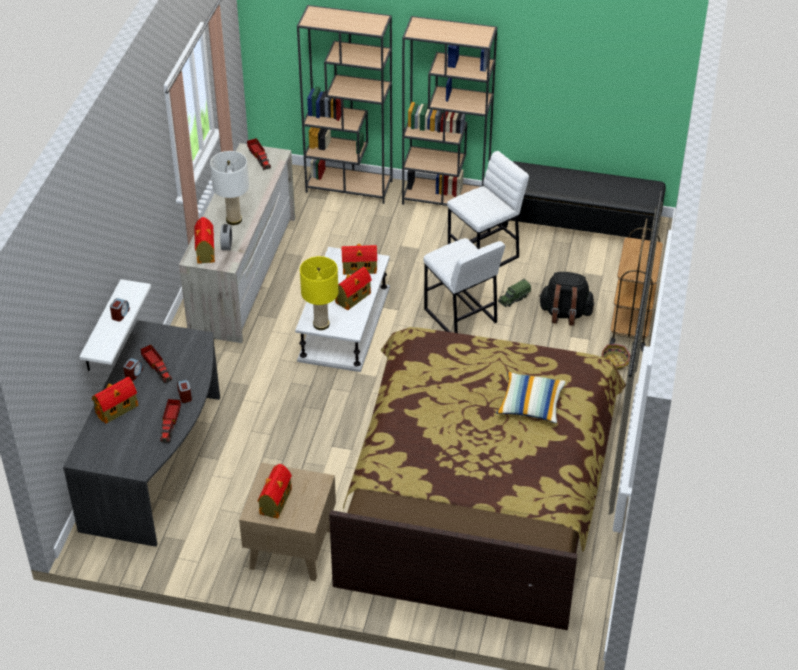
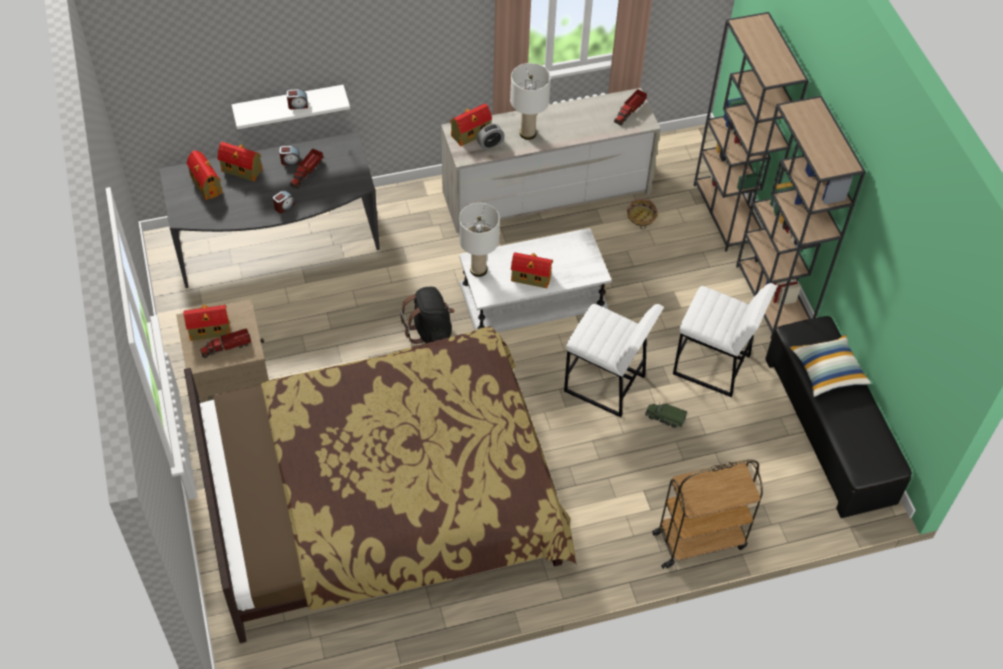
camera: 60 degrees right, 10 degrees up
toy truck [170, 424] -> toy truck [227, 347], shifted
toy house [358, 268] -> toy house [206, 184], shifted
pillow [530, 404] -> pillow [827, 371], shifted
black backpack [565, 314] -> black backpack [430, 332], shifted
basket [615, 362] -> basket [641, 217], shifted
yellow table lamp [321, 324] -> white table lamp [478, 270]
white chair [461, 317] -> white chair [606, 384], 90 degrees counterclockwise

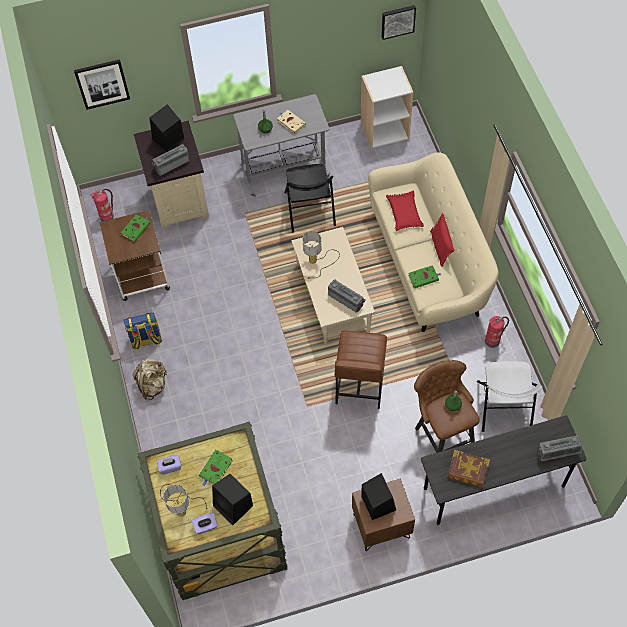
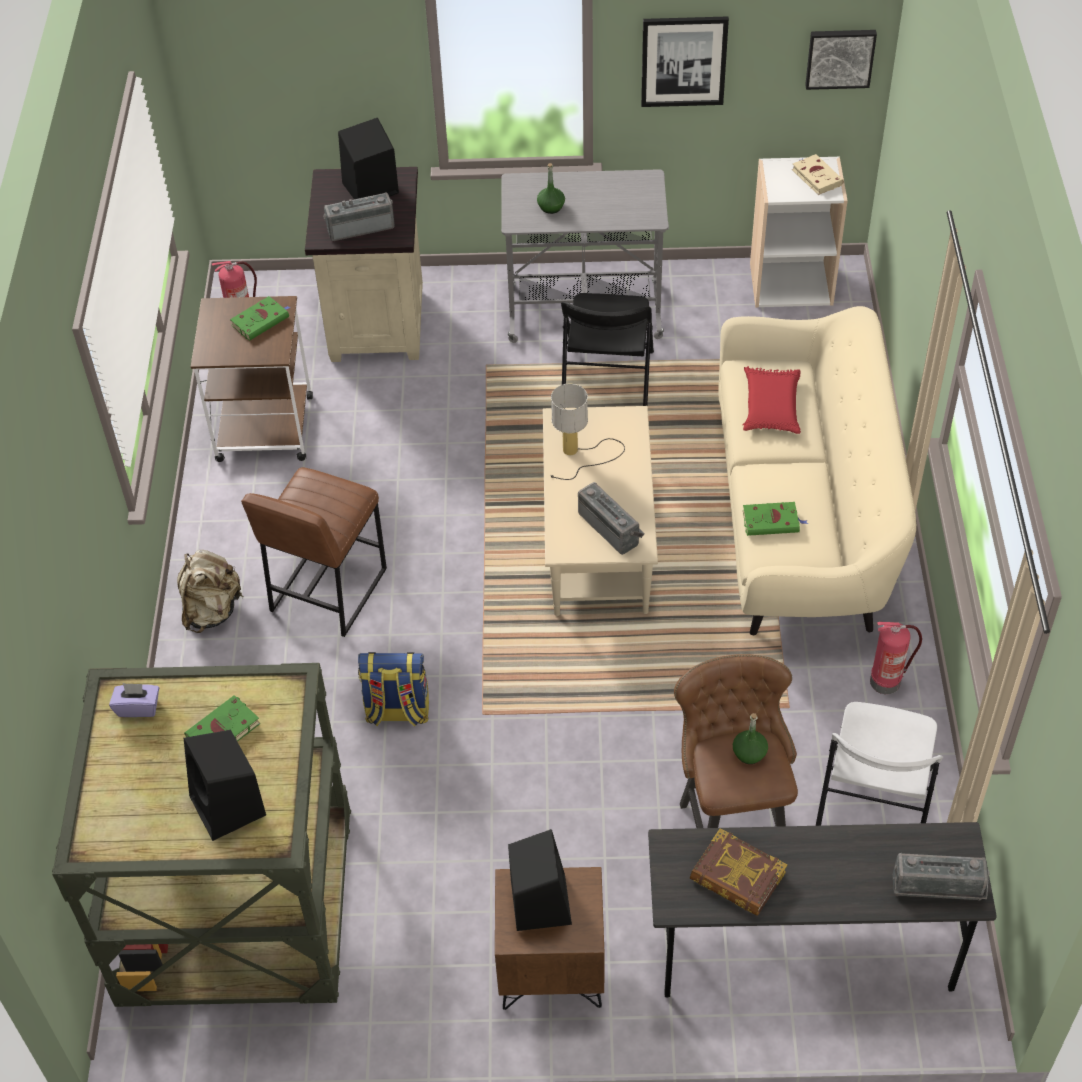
camera: 15 degrees right, 10 degrees down
table lamp [181, 505] -> none
purple tissue box [205, 526] -> none
red pillow [441, 247] -> none
picture [102, 84] -> picture [683, 61], shifted
backpack [146, 340] -> backpack [397, 711], shifted
beige book [290, 122] -> beige book [815, 176], shifted
brown chair [360, 385] -> brown chair [327, 591], shifted

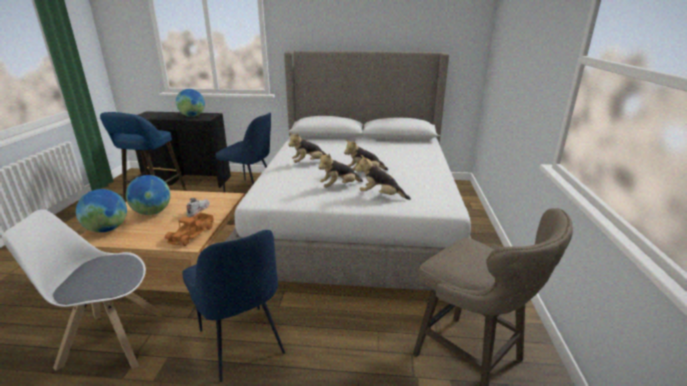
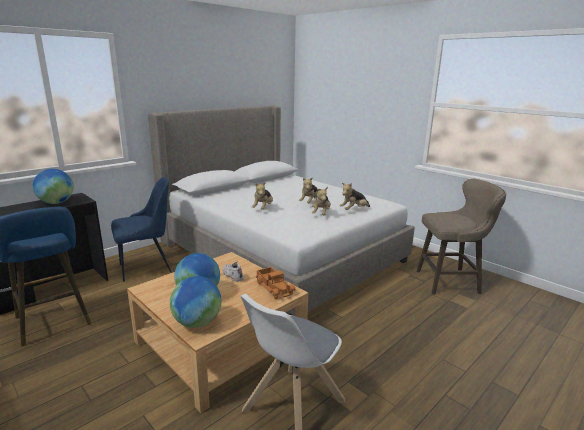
camera: 50 degrees left, 5 degrees down
blue chair [242, 341] -> none

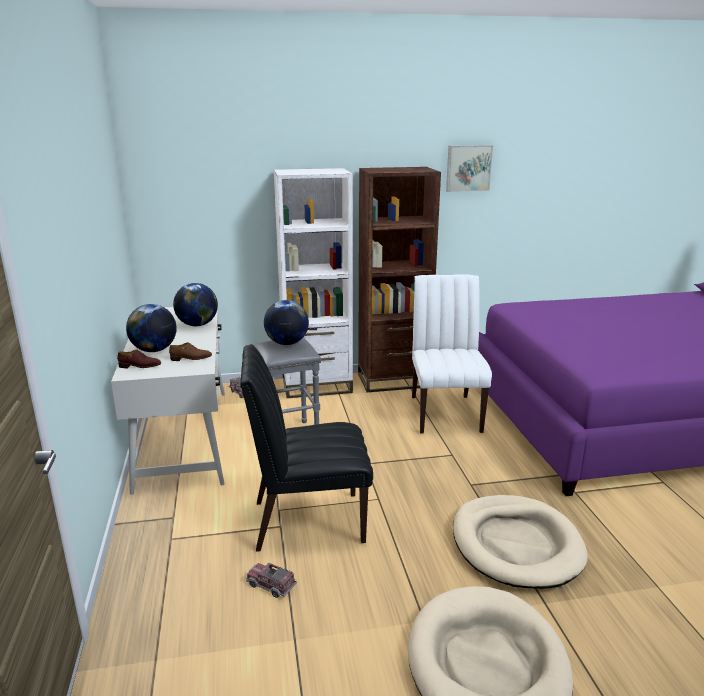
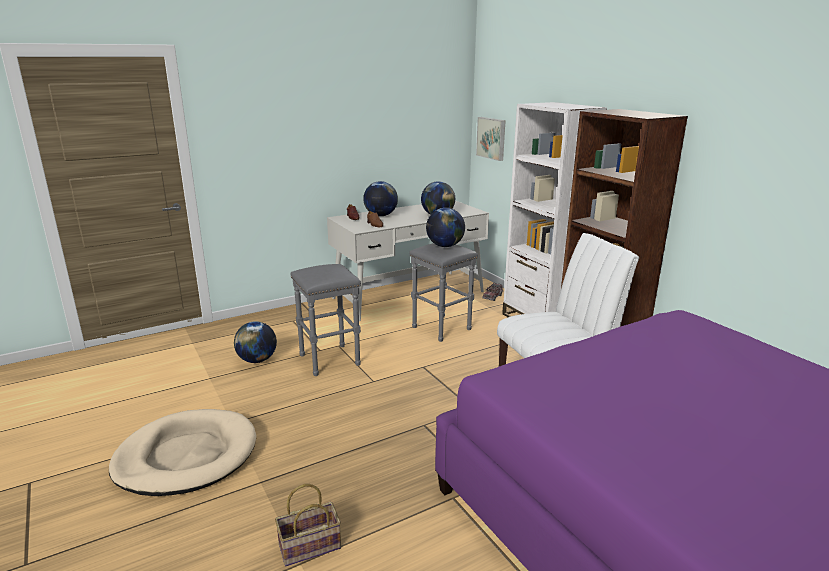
camera: 70 degrees right, 0 degrees up
beige dog bed [516, 545] -> none
none -> basket [308, 548]
picture [468, 168] -> picture [492, 138], shifted
black chair [309, 521] -> grey stool [330, 359]
toy truck [271, 585] -> globe [257, 360]

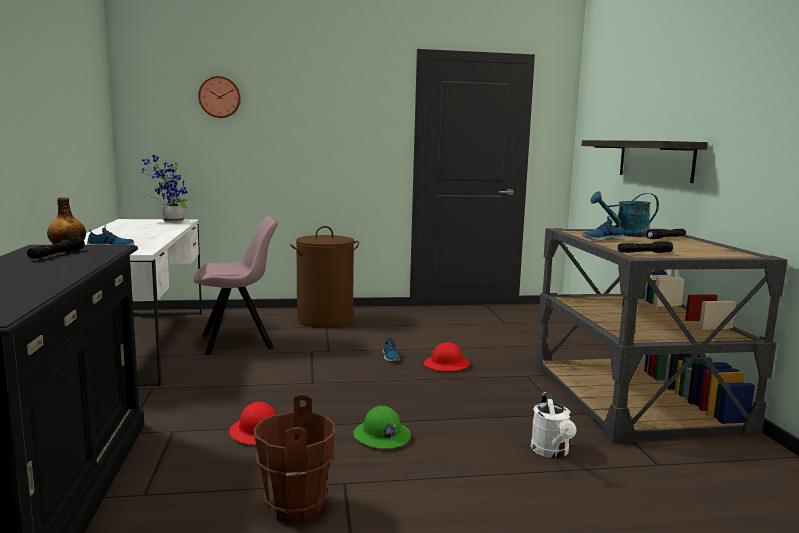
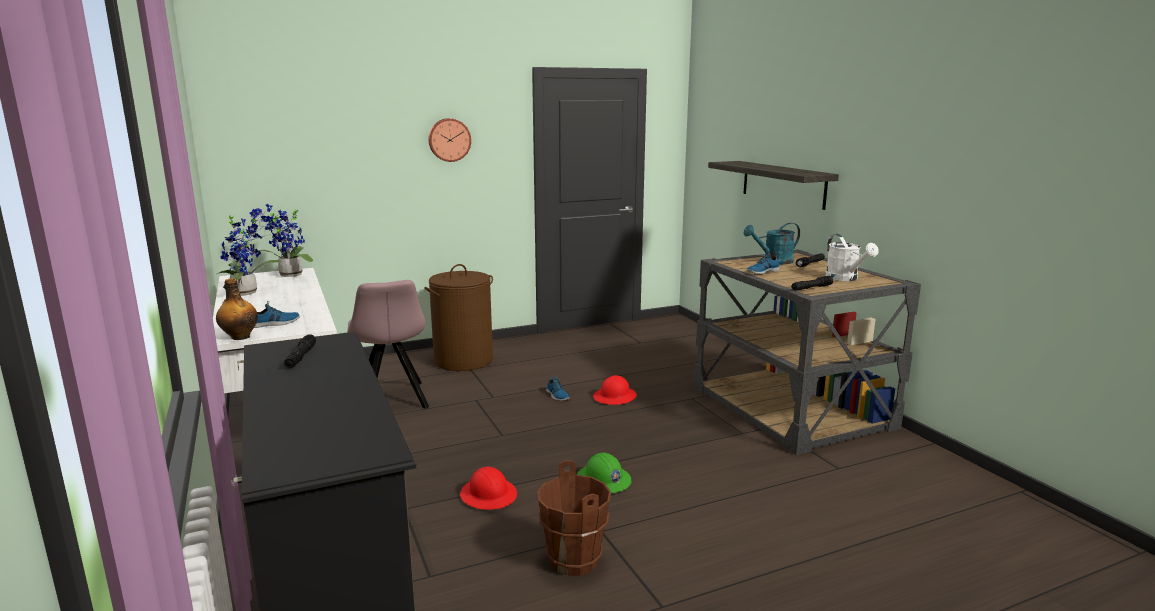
camera: 15 degrees left, 5 degrees up
none -> potted plant [248, 292]
wall clock [220, 97] -> wall clock [449, 140], shifted
white watering can [552, 452] -> white watering can [845, 278], shifted
pink chair [238, 342] -> pink chair [392, 399], 105 degrees clockwise

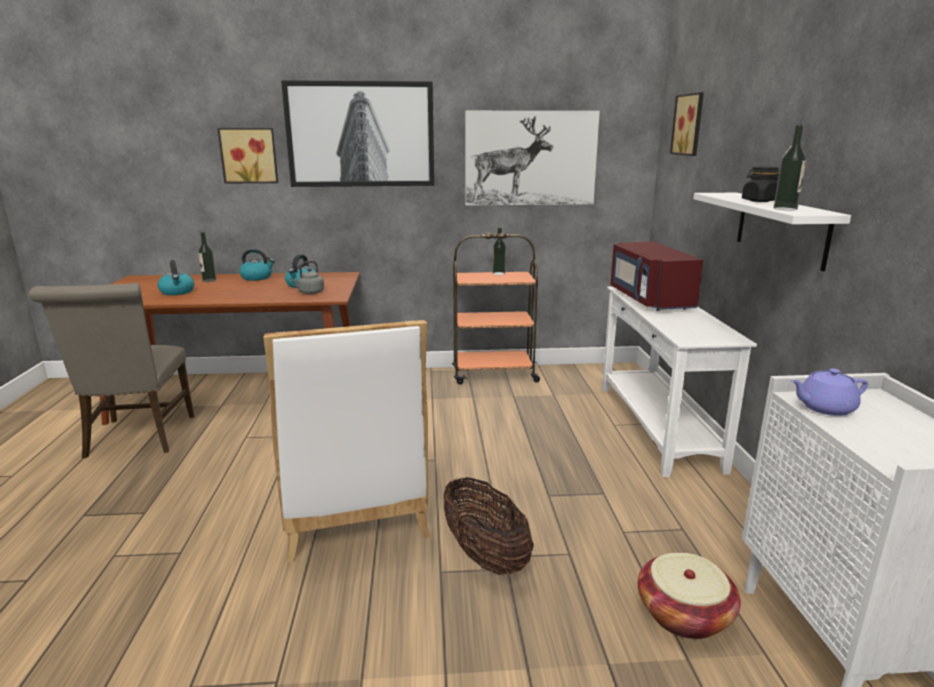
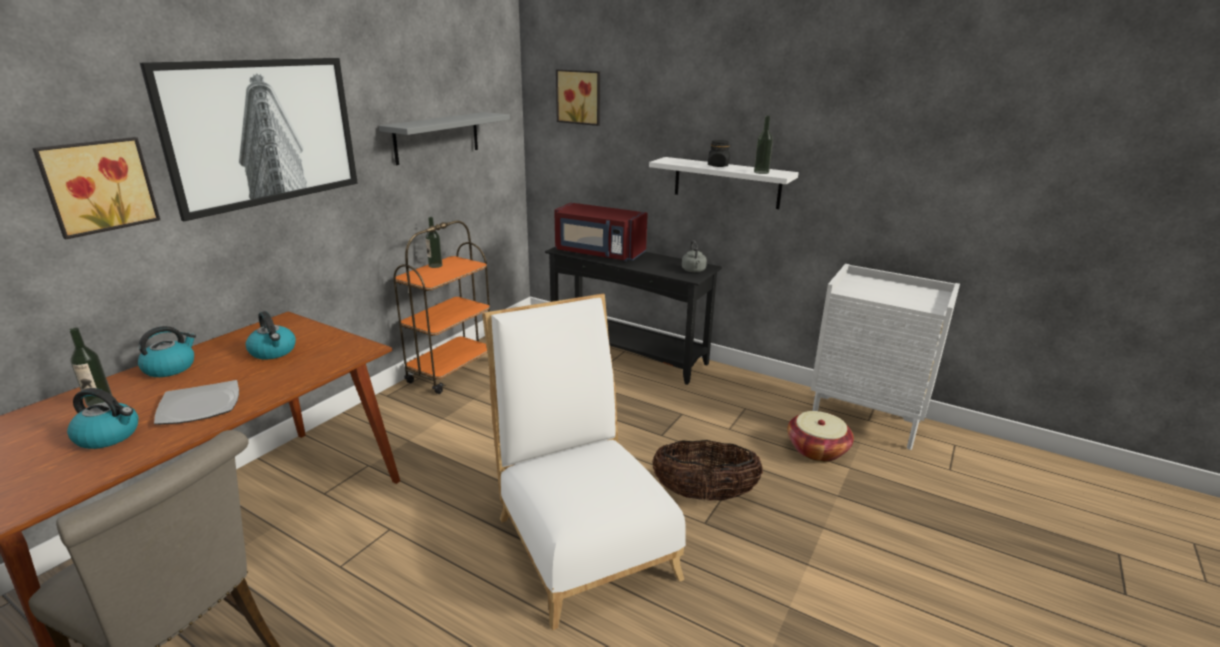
camera: 55 degrees left, 5 degrees up
purple teapot [824, 408] -> none
none -> plate [198, 406]
grey kettle [309, 293] -> grey kettle [693, 271], shifted
picture [530, 158] -> grey shelf [437, 137]
white console table [658, 427] -> black console table [629, 353]
white chair [353, 512] -> white chair [581, 538], 135 degrees counterclockwise

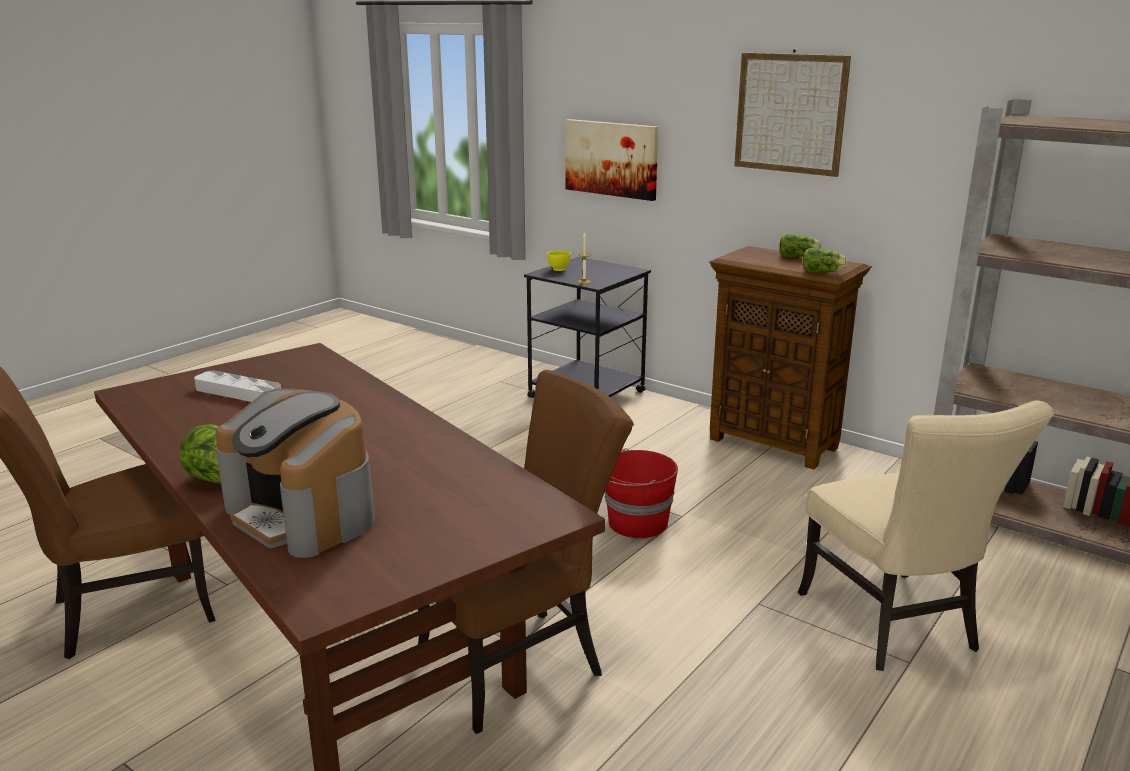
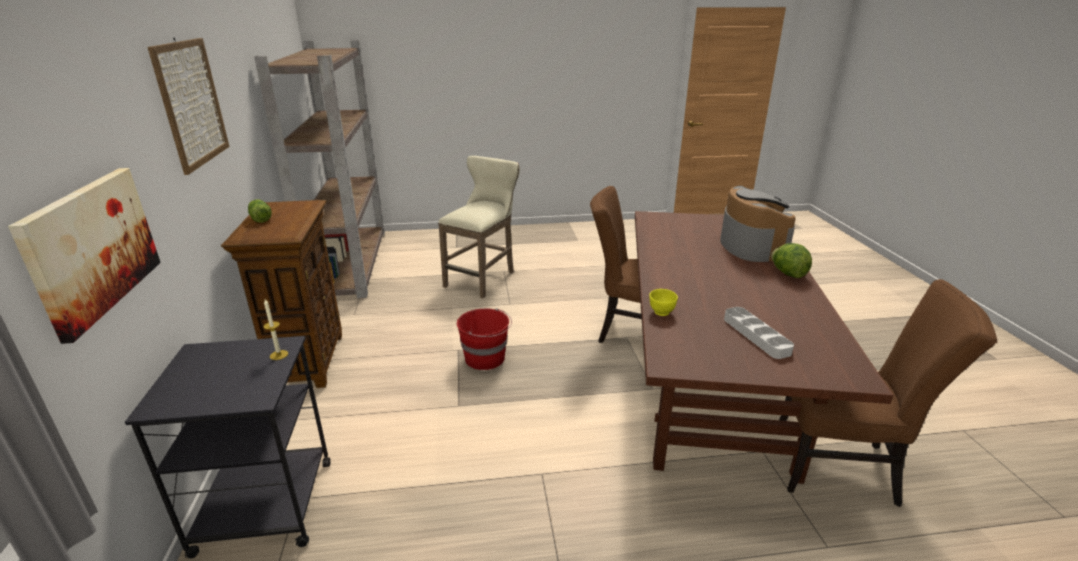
camera: 135 degrees left, 5 degrees up
lettuce [823, 272] -> none
yellow bowl [558, 269] -> yellow bowl [661, 313], shifted
beige chair [895, 626] -> beige stool [484, 278]

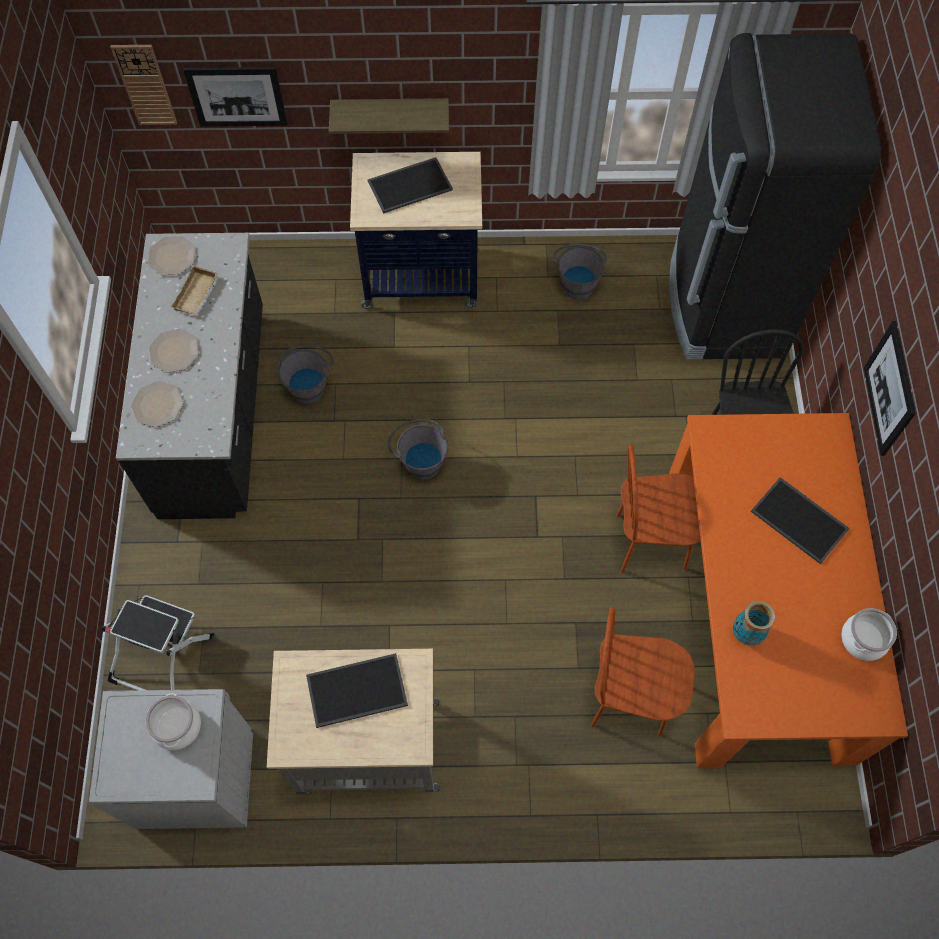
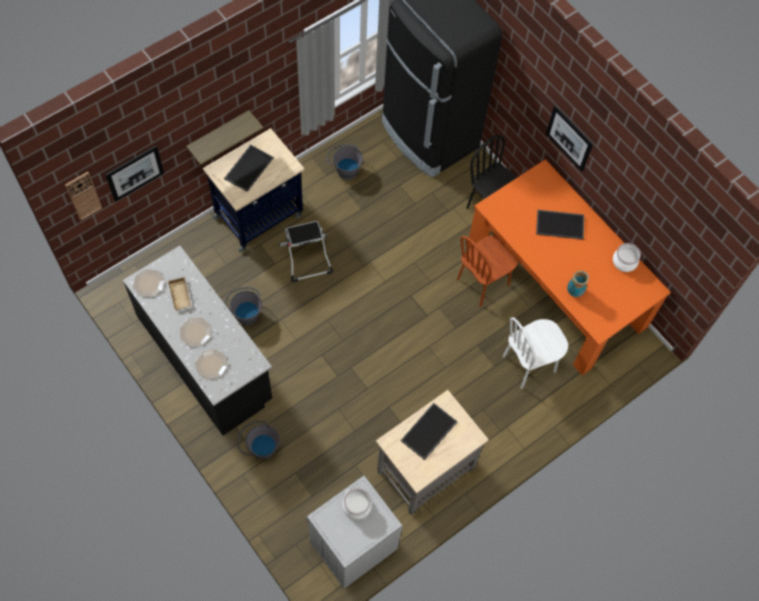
camera: 40 degrees left, 0 degrees up
step ladder [160, 654] -> step ladder [306, 256], shifted
grey bucket [420, 459] -> grey bucket [259, 447], shifted
brown chair [629, 699] -> white chair [529, 364]

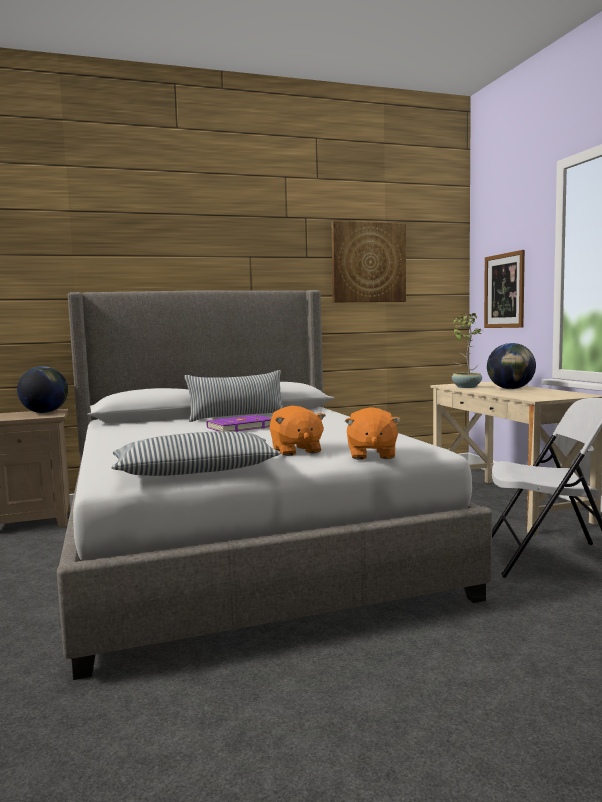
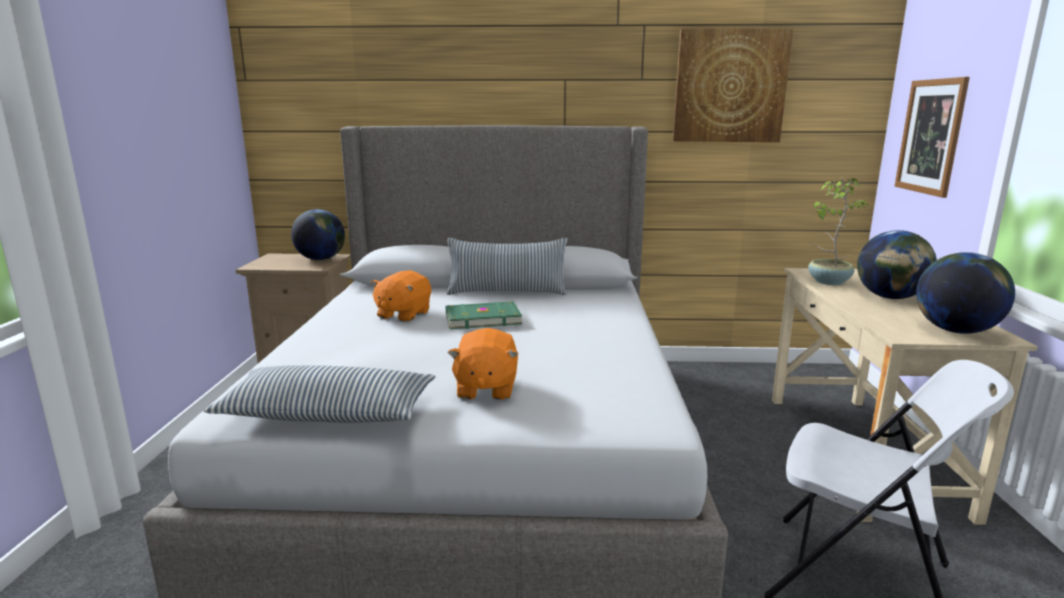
camera: 20 degrees right, 10 degrees up
none -> globe [955, 330]
orange plush toy [371, 455] -> orange plush toy [403, 314], shifted
purple book [240, 427] -> green book [482, 318]

